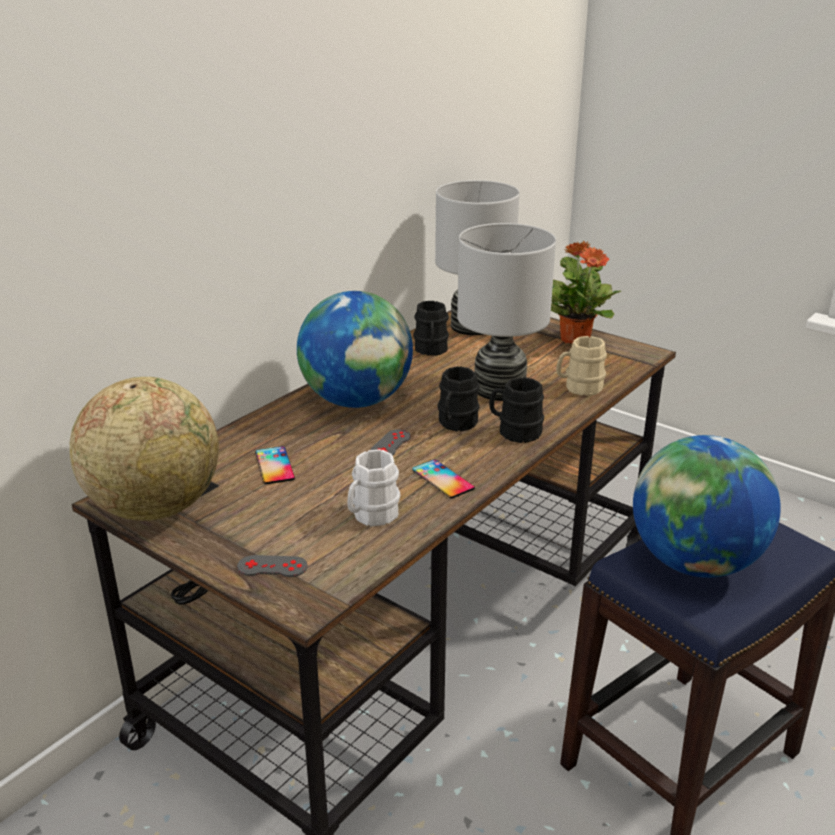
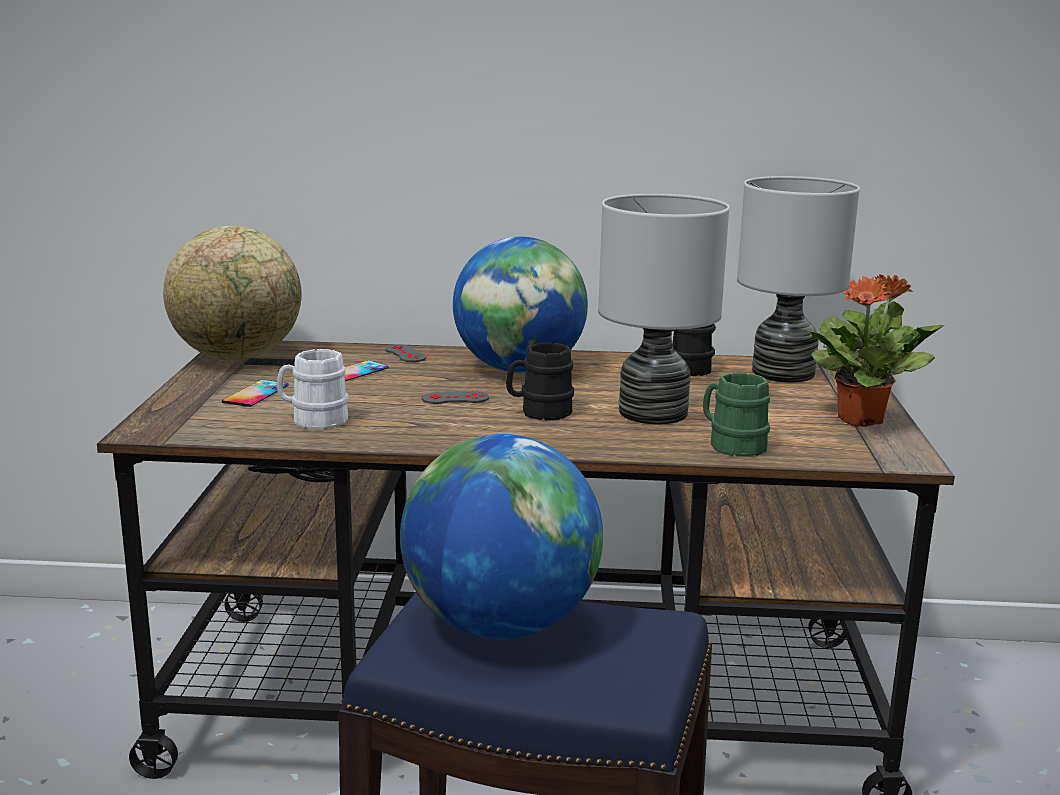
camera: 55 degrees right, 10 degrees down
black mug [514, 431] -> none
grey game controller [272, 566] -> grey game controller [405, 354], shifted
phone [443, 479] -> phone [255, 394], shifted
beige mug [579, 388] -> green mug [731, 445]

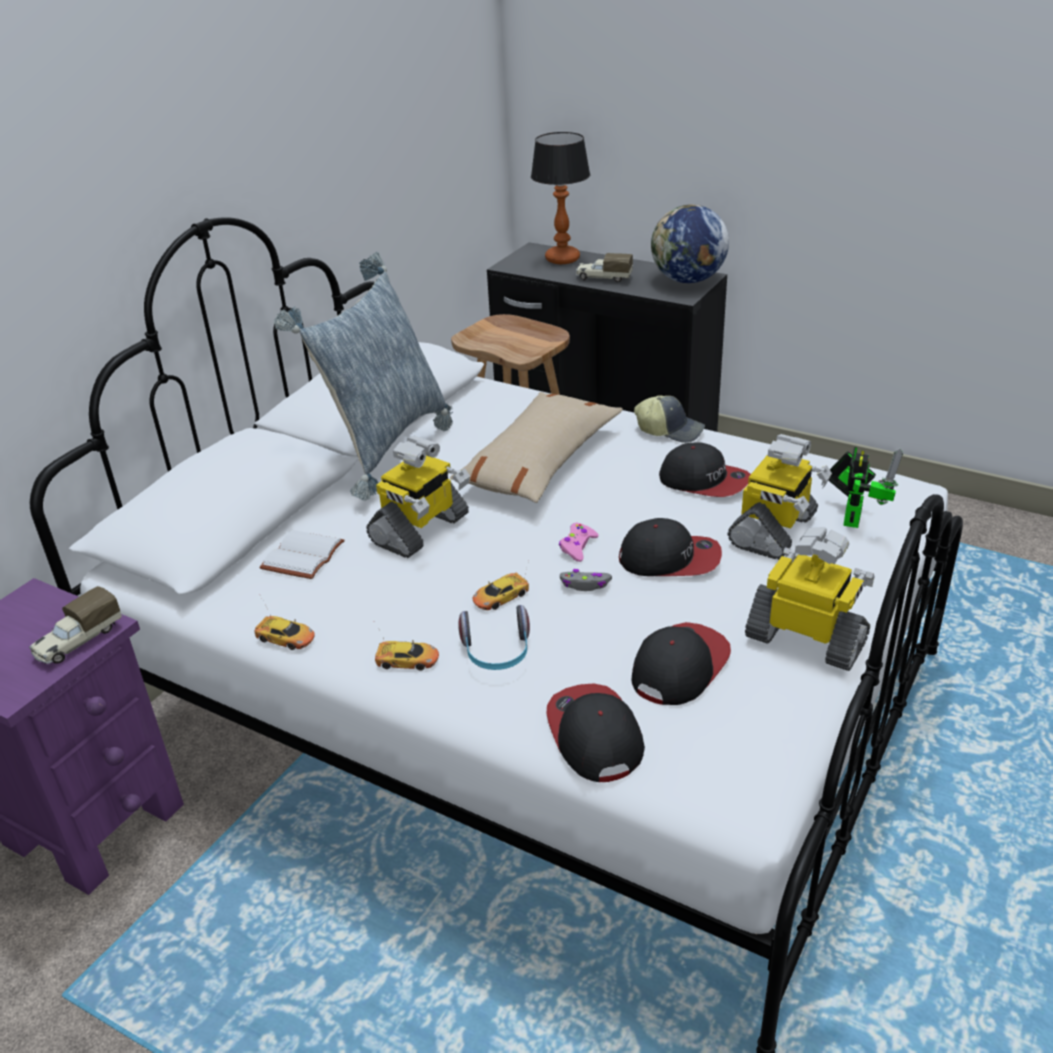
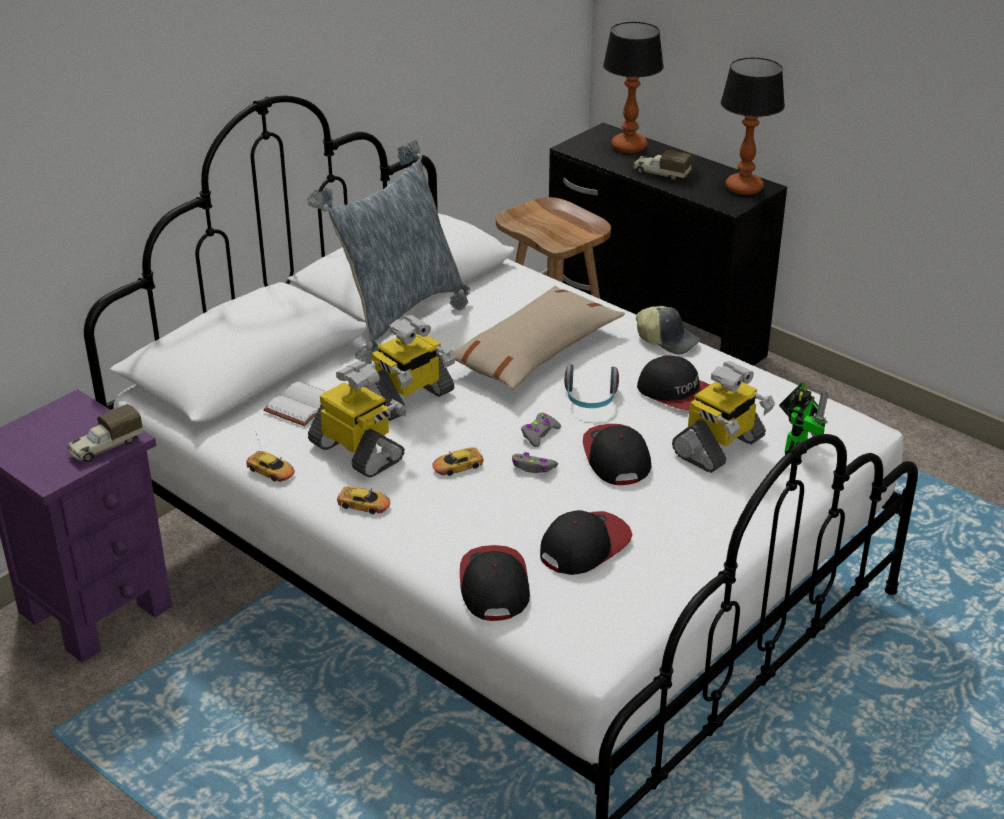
camera: 10 degrees right, 0 degrees up
headphones [497, 653] -> headphones [590, 400], shifted
toy robot [807, 639] -> toy robot [358, 452], shifted
globe [687, 280] -> table lamp [743, 188]
pink game controller [577, 547] -> grey game controller [539, 434]
cap [670, 559] -> cap [615, 457], 120 degrees counterclockwise

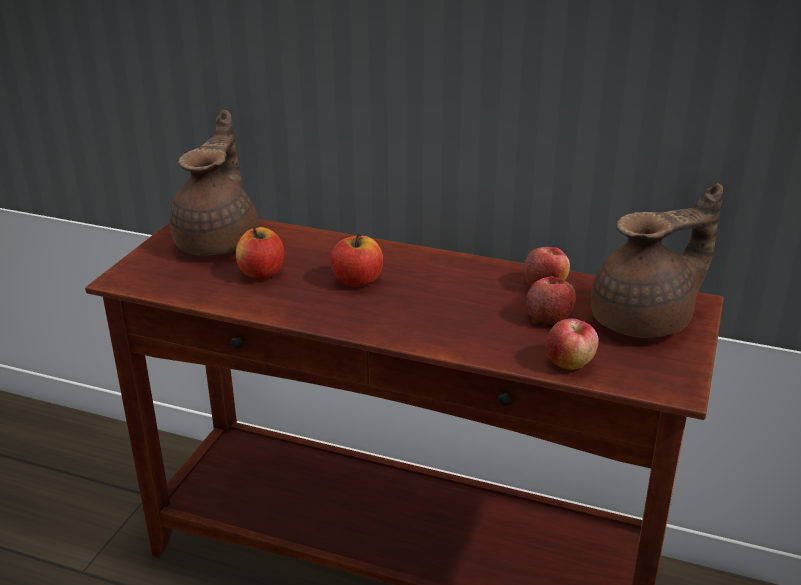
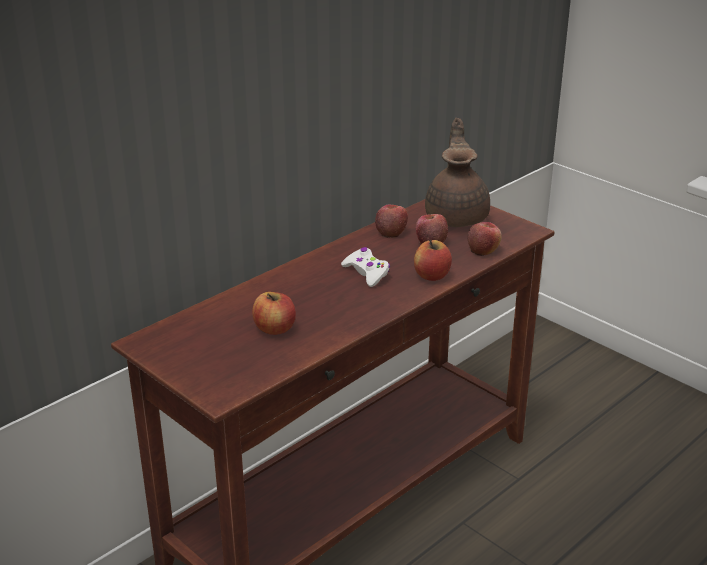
camera: 65 degrees left, 0 degrees up
brown teapot [220, 241] -> none
none -> white game controller [367, 273]
apple [357, 280] -> apple [432, 275], shifted

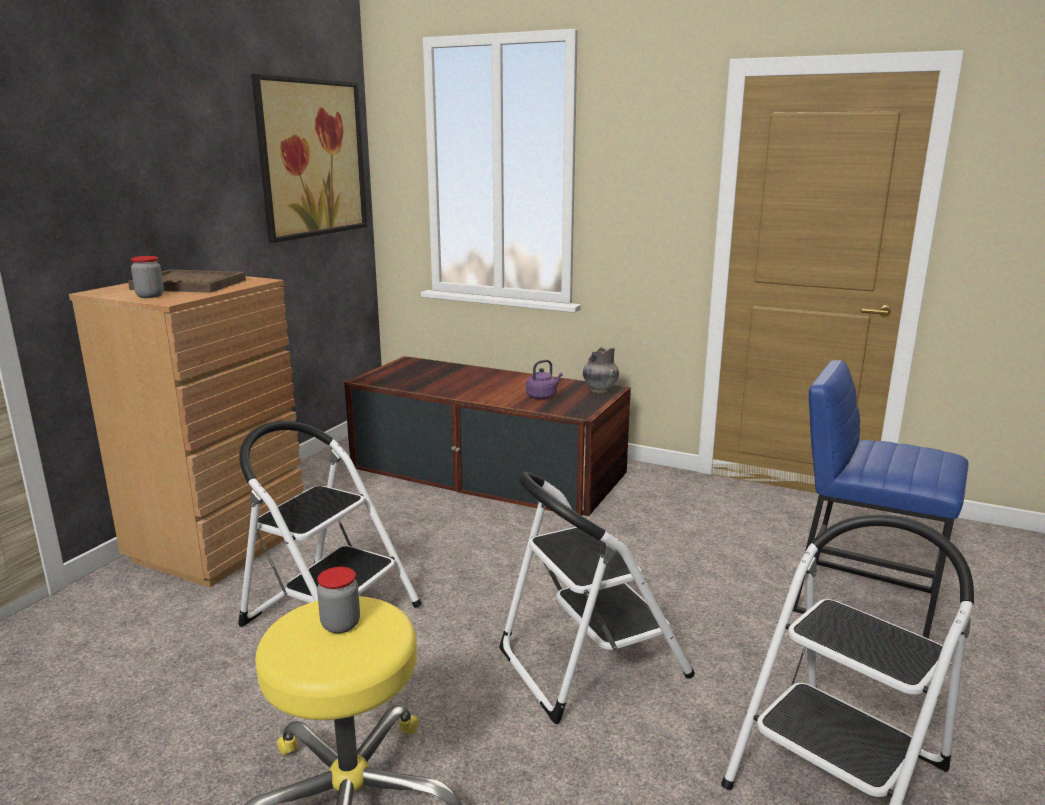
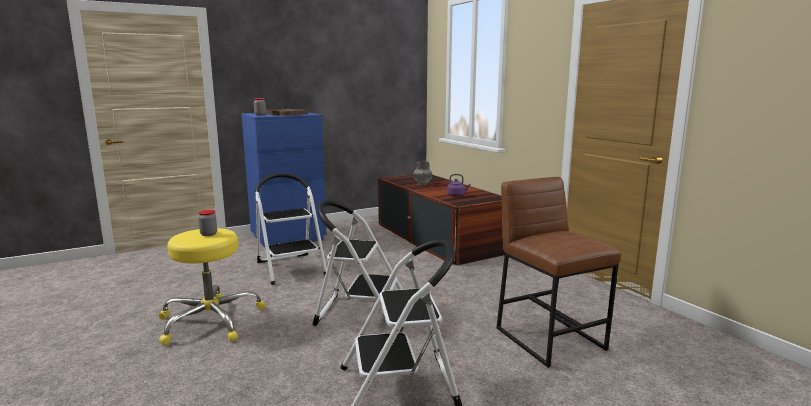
camera: 35 degrees right, 5 degrees down
picture [312, 158] -> none
grey vase [599, 390] -> grey vase [422, 184], shifted
brown dresser [217, 544] -> blue dresser [288, 237]
blue chair [861, 600] -> brown chair [548, 338]

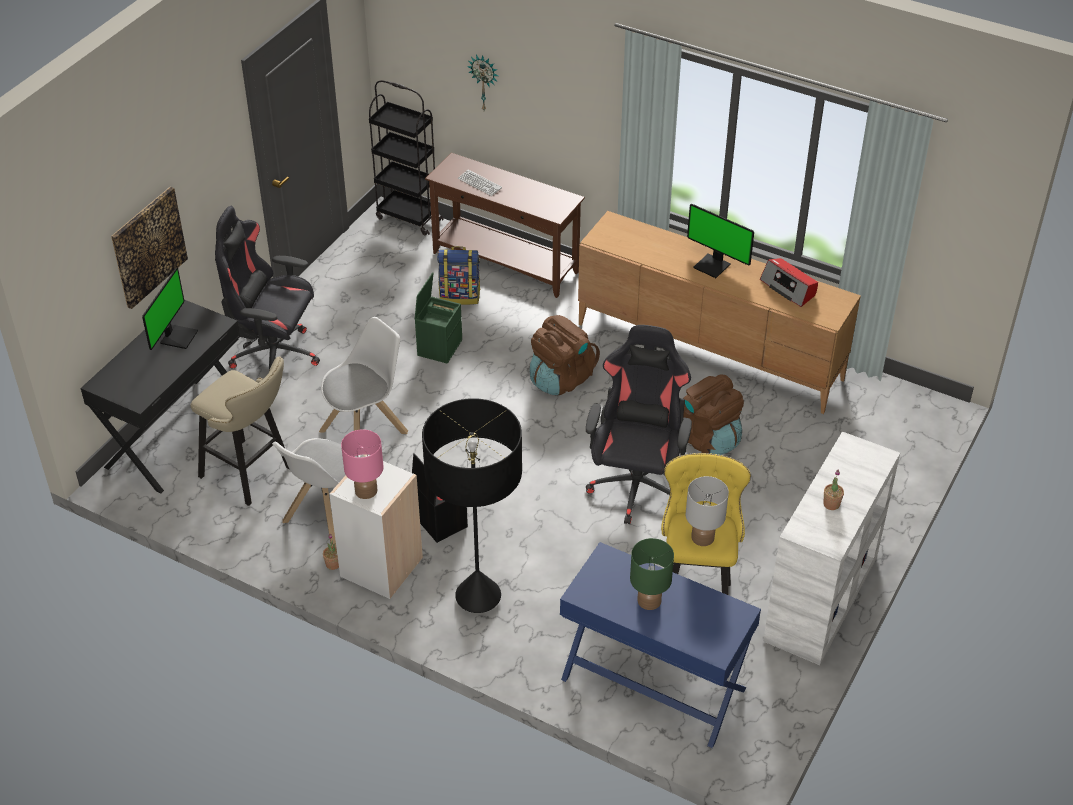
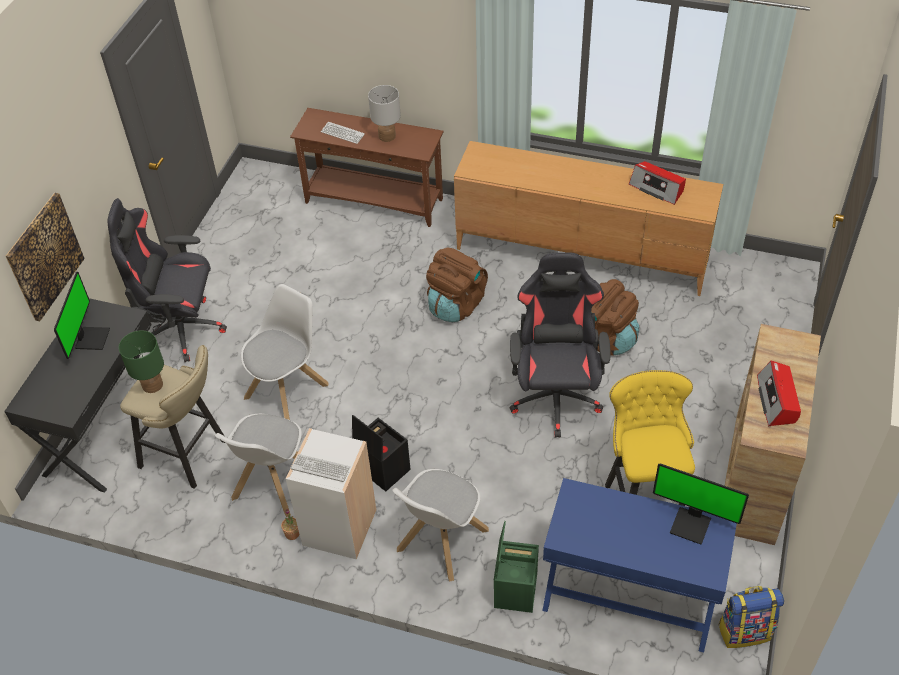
camera: 10 degrees left, 5 degrees up
black cart [408, 219] -> none
wall clock [484, 82] -> none
green storage box [439, 347] -> green storage box [515, 589], shifted
backpack [460, 296] -> backpack [745, 630], shifted
green table lamp [649, 601] -> green table lamp [152, 385], shifted
grey table lamp [703, 537] -> grey table lamp [387, 136], shifted
monitor [713, 265] -> monitor [691, 524], shifted
pink table lamp [365, 490] -> keyboard [321, 468]
black floor lamp [478, 599] -> chair [440, 542]
potted plant [831, 504] -> radio [777, 400]
white bookcase [822, 599] -> brown bookcase [756, 477]

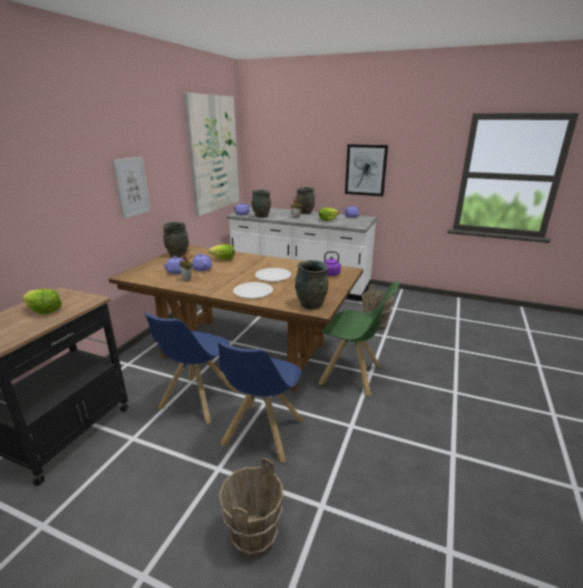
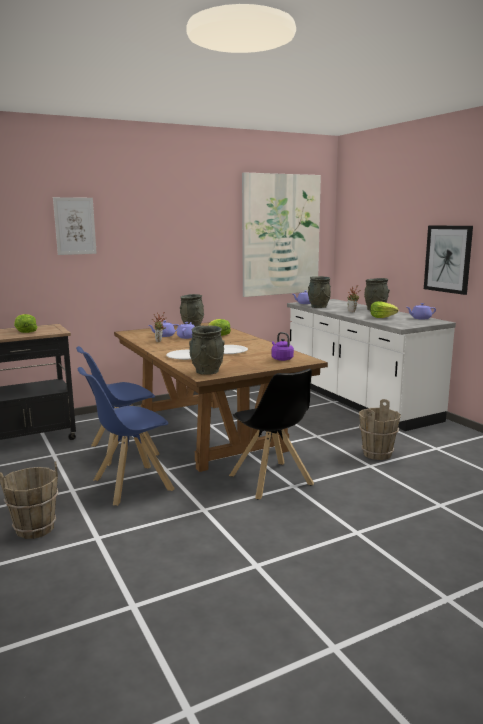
camera: 40 degrees right, 10 degrees down
picture [132, 187] -> picture [75, 226], shifted
green chair [352, 375] -> black chair [271, 481]

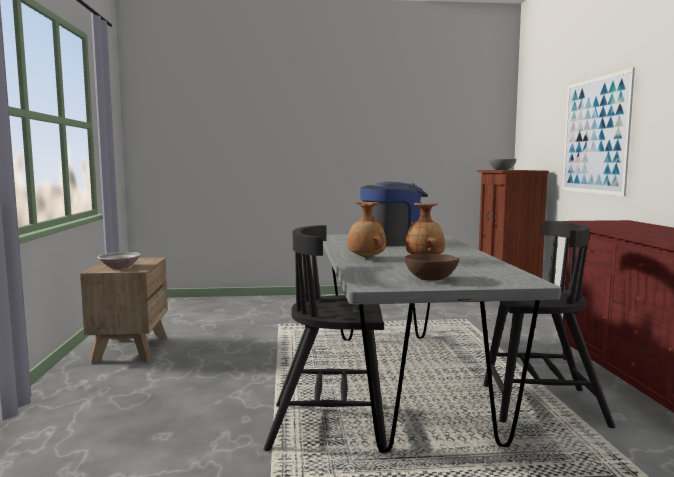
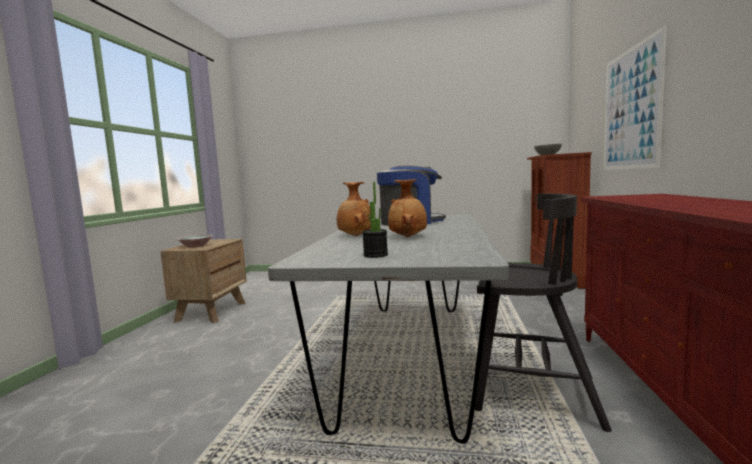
camera: 15 degrees right, 0 degrees up
black chair [330, 426] -> none
brown bowl [431, 279] -> potted plant [375, 255]

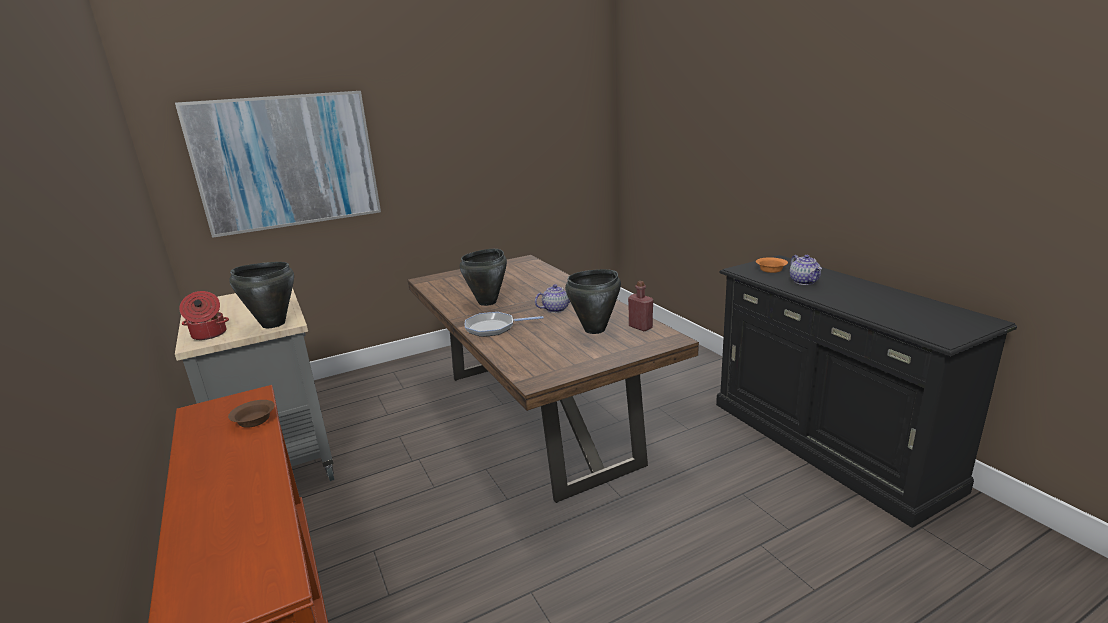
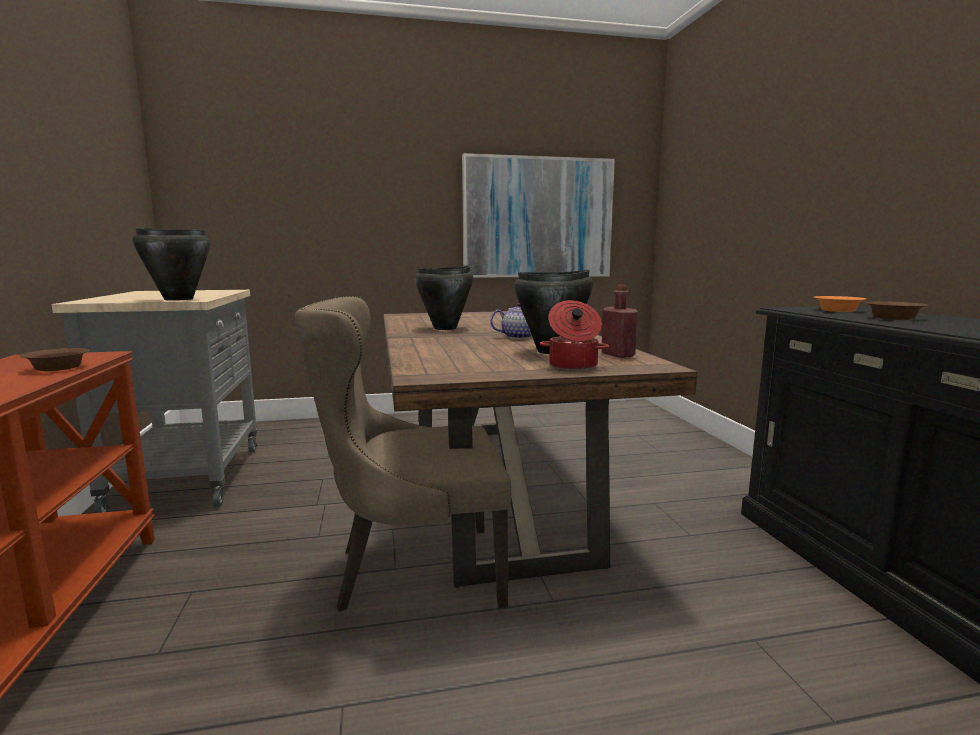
camera: 15 degrees right, 10 degrees down
frying pan [493, 328] -> none
none -> beige chair [412, 571]
picture [286, 161] -> picture [537, 218], shifted
cooking pot [208, 335] -> cooking pot [572, 366], shifted
teapot [804, 281] -> brown bowl [893, 318]

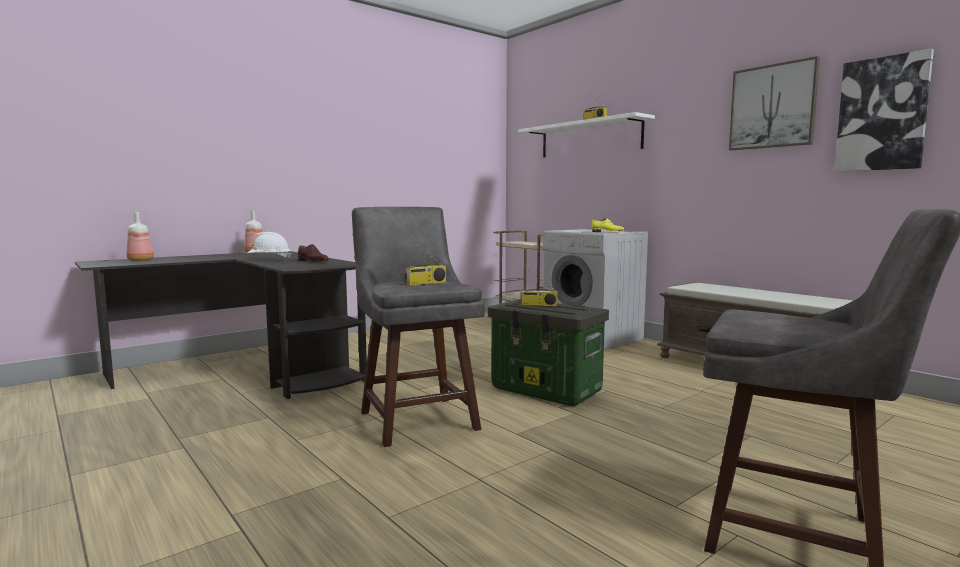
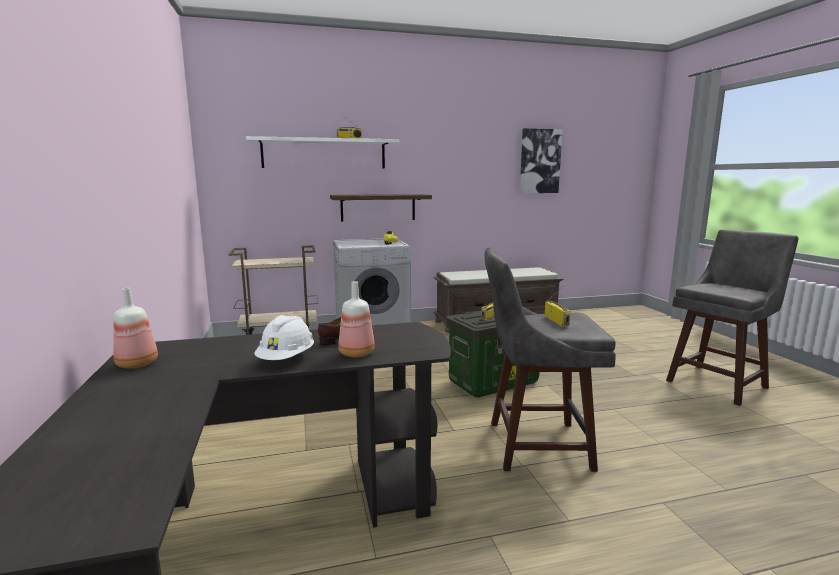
camera: 65 degrees left, 5 degrees up
picture [772, 106] -> none
none -> shelf [378, 207]
bottle [141, 260] -> bottle [355, 353], shifted

